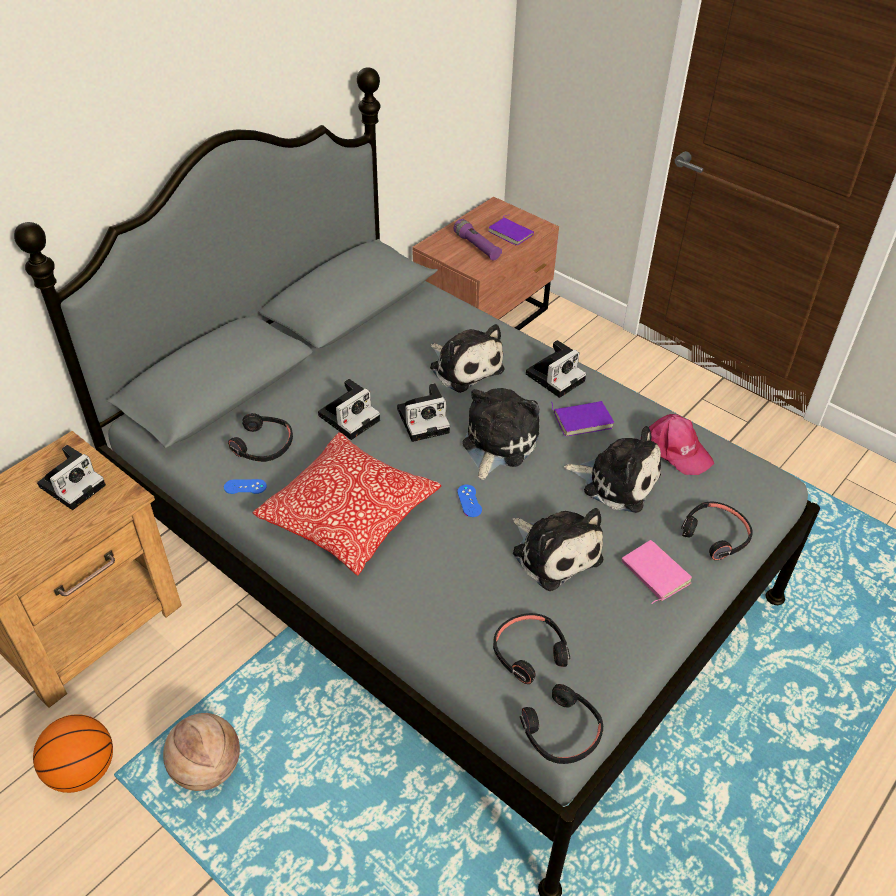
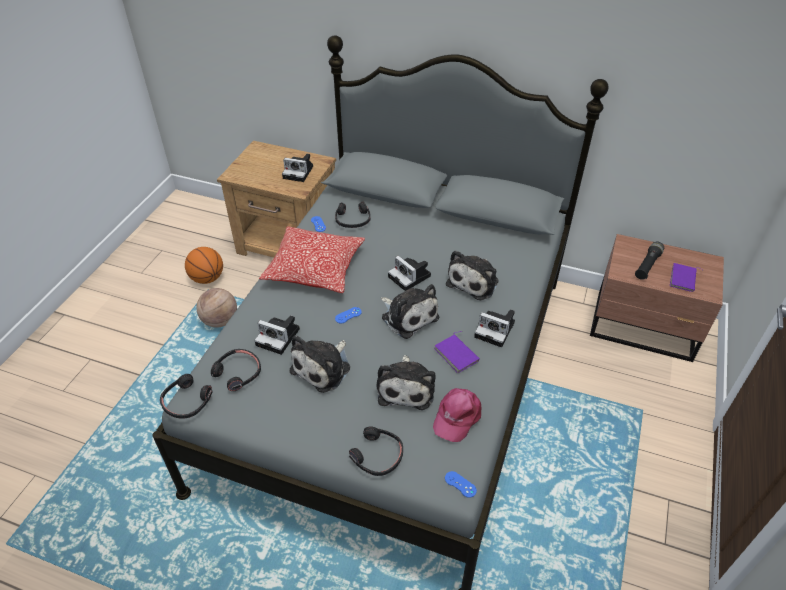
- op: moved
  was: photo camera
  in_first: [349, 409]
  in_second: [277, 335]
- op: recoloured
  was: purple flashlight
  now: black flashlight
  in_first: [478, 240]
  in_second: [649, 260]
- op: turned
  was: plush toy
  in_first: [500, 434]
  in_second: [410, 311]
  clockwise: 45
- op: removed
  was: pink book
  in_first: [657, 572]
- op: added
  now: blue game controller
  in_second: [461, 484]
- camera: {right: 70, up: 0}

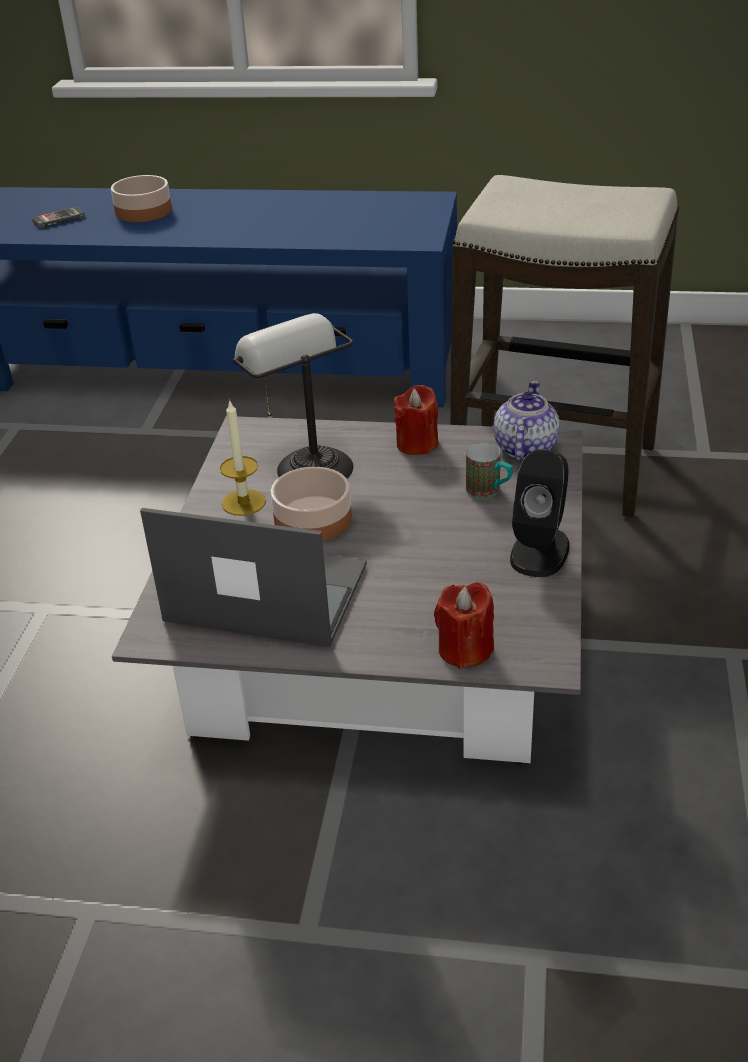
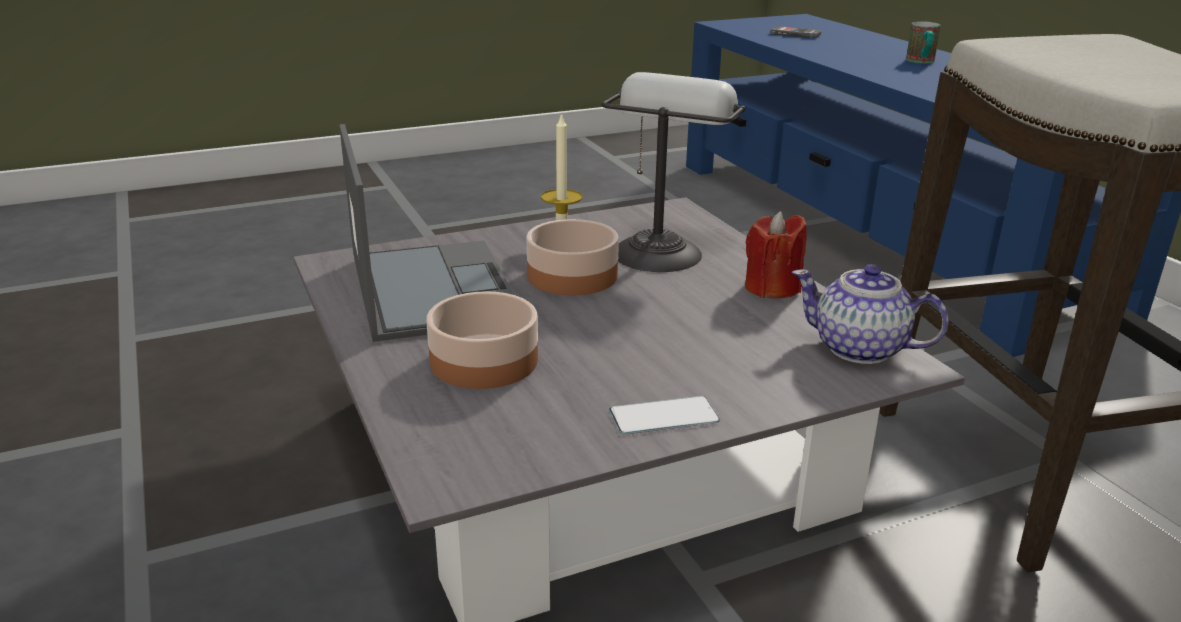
- op: moved
  was: bowl
  in_first: [141, 198]
  in_second: [482, 340]
- op: removed
  was: red candle
  in_first: [464, 625]
- op: moved
  was: mug
  in_first: [489, 470]
  in_second: [923, 42]
- op: turned
  was: teapot
  in_first: [527, 421]
  in_second: [870, 314]
  clockwise: -135
- op: replaced
  was: black speaker
  now: phone
  in_first: [540, 513]
  in_second: [664, 415]
- camera: {right: 55, up: -10}

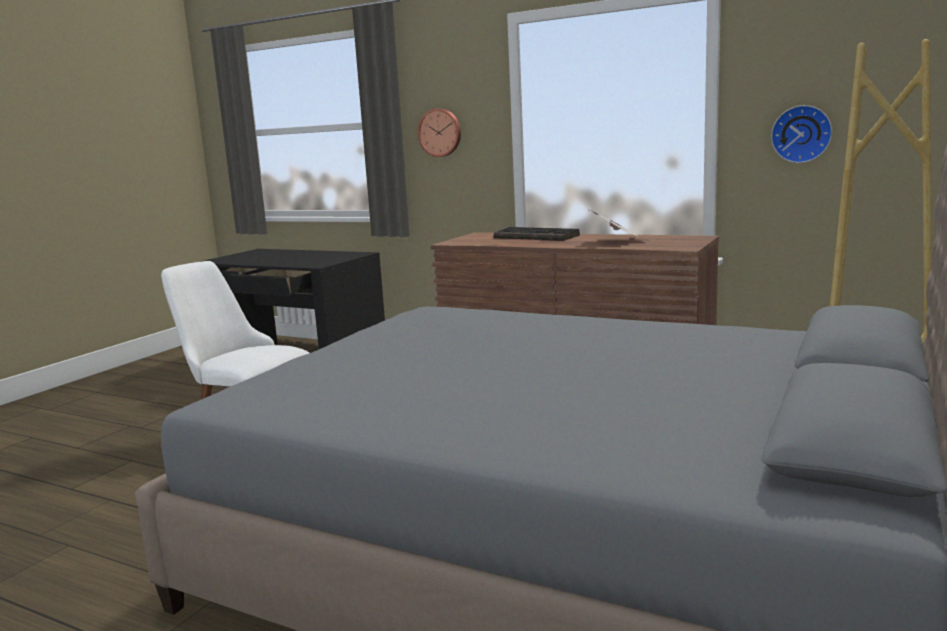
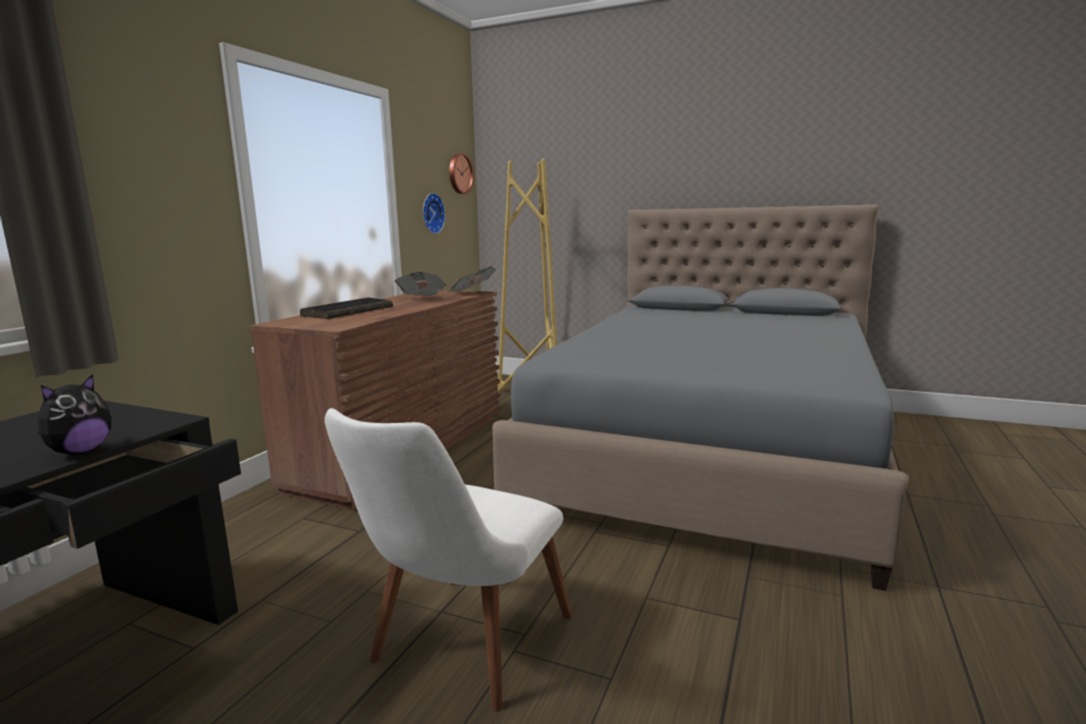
- op: moved
  was: wall clock
  in_first: [439, 133]
  in_second: [461, 173]
- op: added
  now: plush toy
  in_second: [75, 414]
- op: added
  now: newspaper
  in_second: [472, 279]
- camera: {right: -95, up: 0}

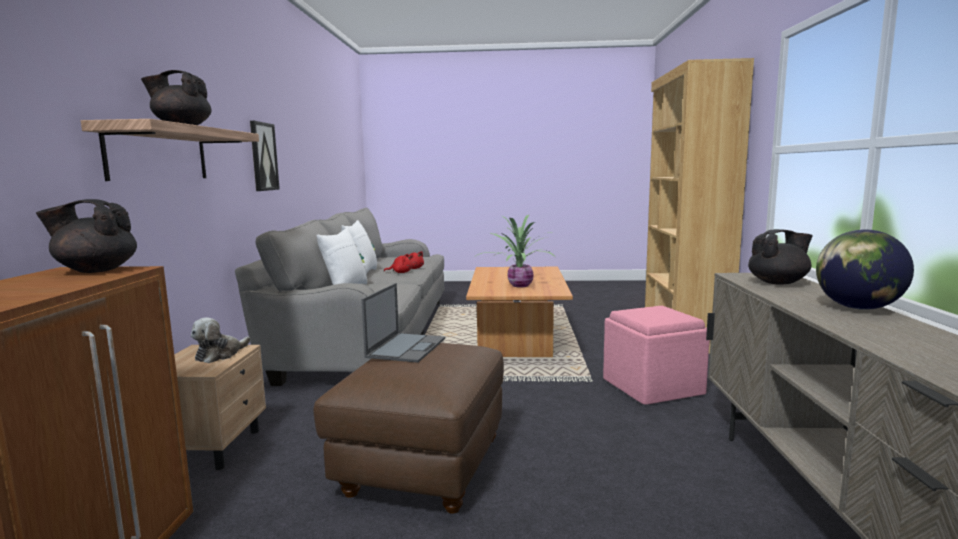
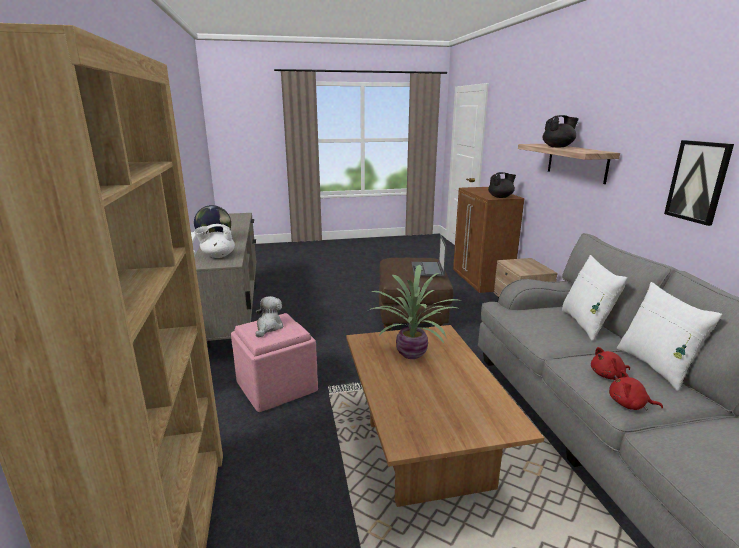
- op: moved
  was: plush toy
  in_first: [220, 340]
  in_second: [269, 317]
- op: recoloured
  was: black teapot
  now: white teapot
  in_first: [780, 257]
  in_second: [214, 241]
- camera: {right: 165, up: 10}

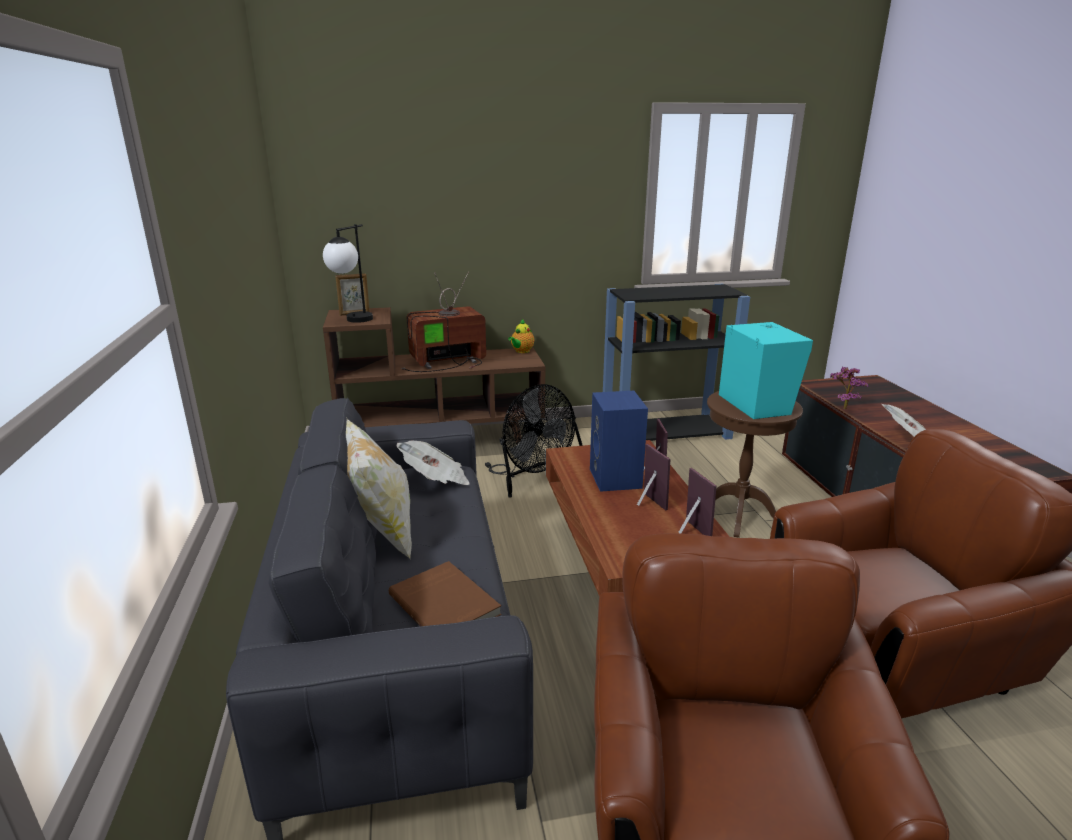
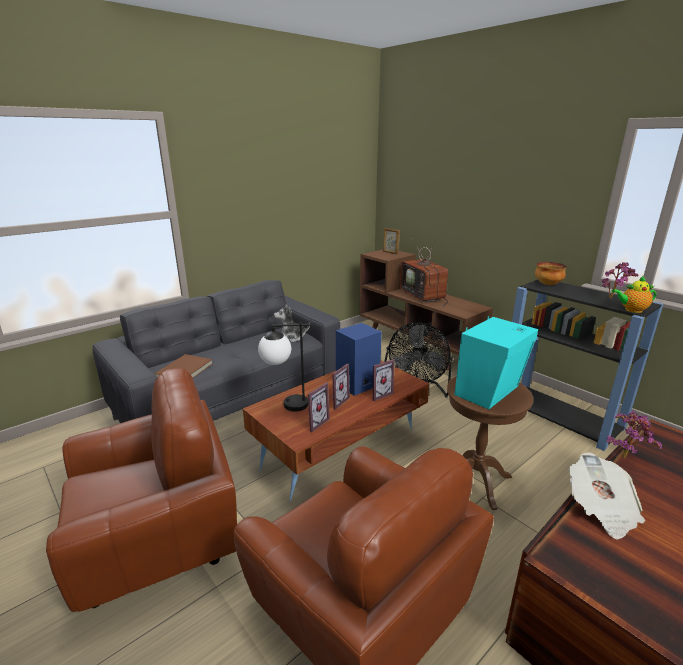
- op: moved
  was: table lamp
  in_first: [348, 273]
  in_second: [284, 367]
- op: removed
  was: pillow
  in_first: [379, 488]
- op: replaced
  was: newspaper
  now: plush toy
  in_first: [433, 463]
  in_second: [292, 323]
- op: turned
  was: television
  in_first: [444, 321]
  in_second: [424, 271]
  clockwise: -150
- op: moved
  was: teapot
  in_first: [521, 336]
  in_second: [634, 294]
- op: added
  now: bowl
  in_second: [551, 273]
- op: added
  now: potted plant
  in_second: [620, 280]
- camera: {right: 60, up: 0}

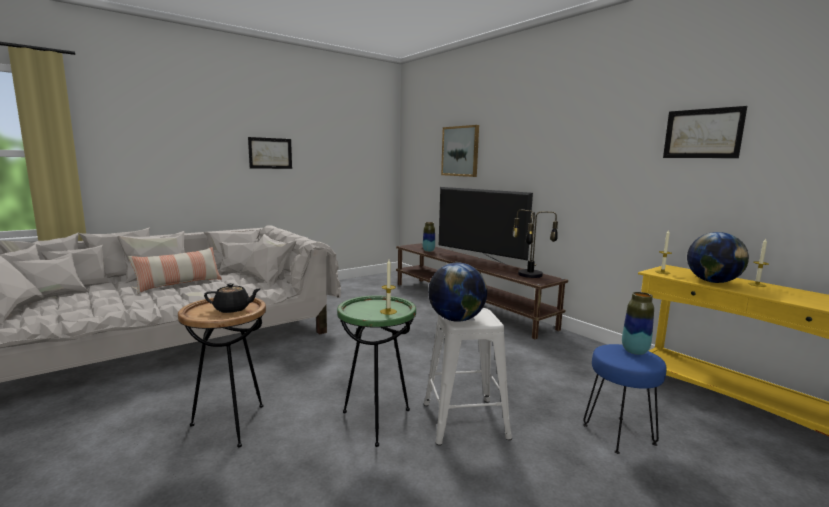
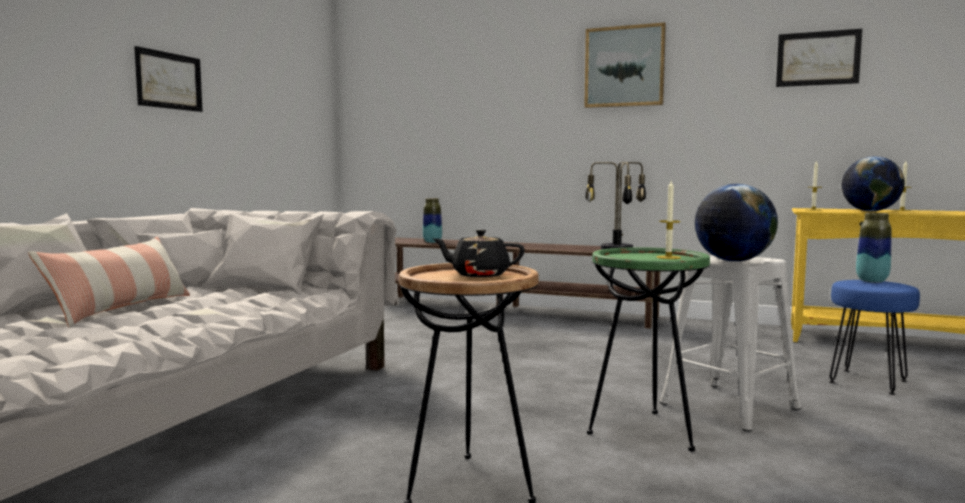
- op: turned
  was: black teapot
  in_first: [232, 298]
  in_second: [478, 253]
  clockwise: -135
- op: removed
  was: television
  in_first: [486, 226]
- op: moved
  was: picture
  in_first: [460, 151]
  in_second: [625, 65]
- camera: {right: -30, up: -5}

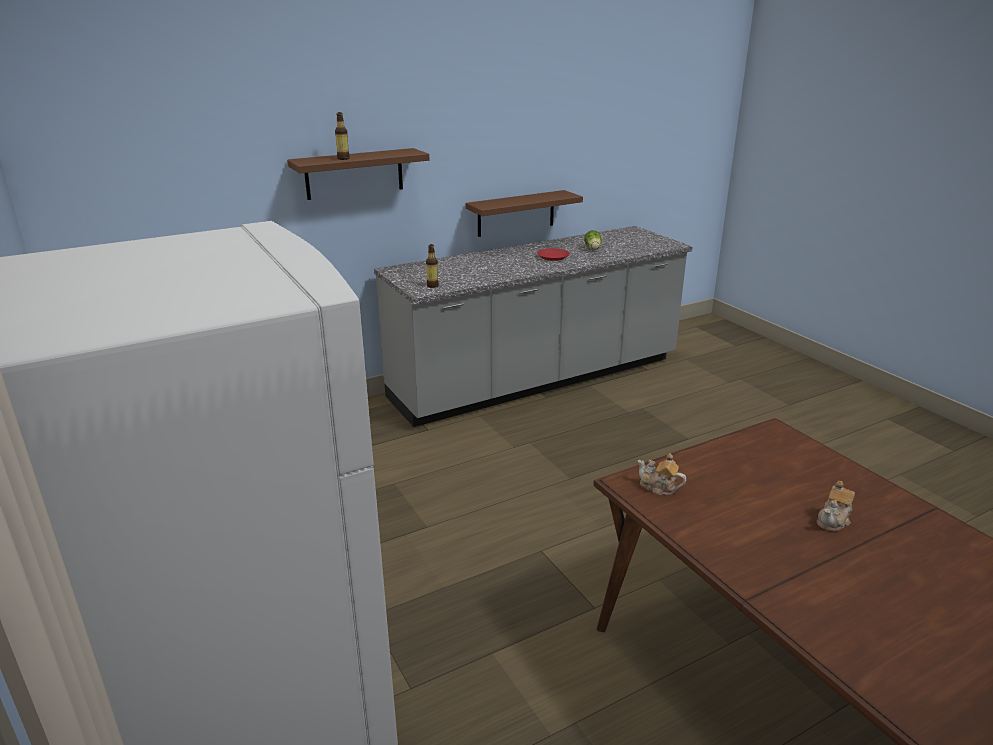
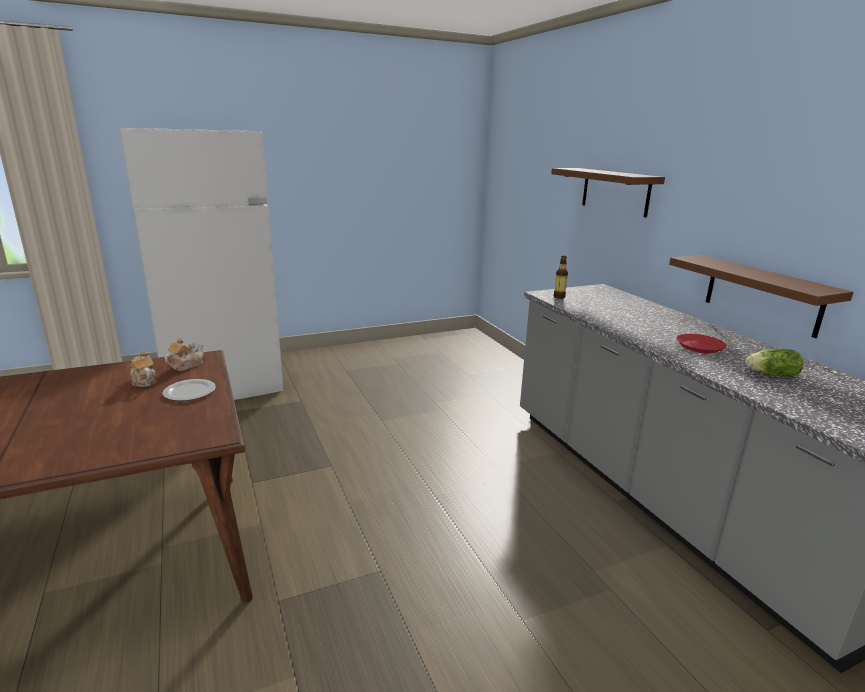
- op: removed
  was: bottle
  in_first: [342, 136]
- op: moved
  was: teapot
  in_first: [836, 506]
  in_second: [143, 369]
- op: added
  now: plate
  in_second: [189, 390]
- camera: {right: 95, up: -5}

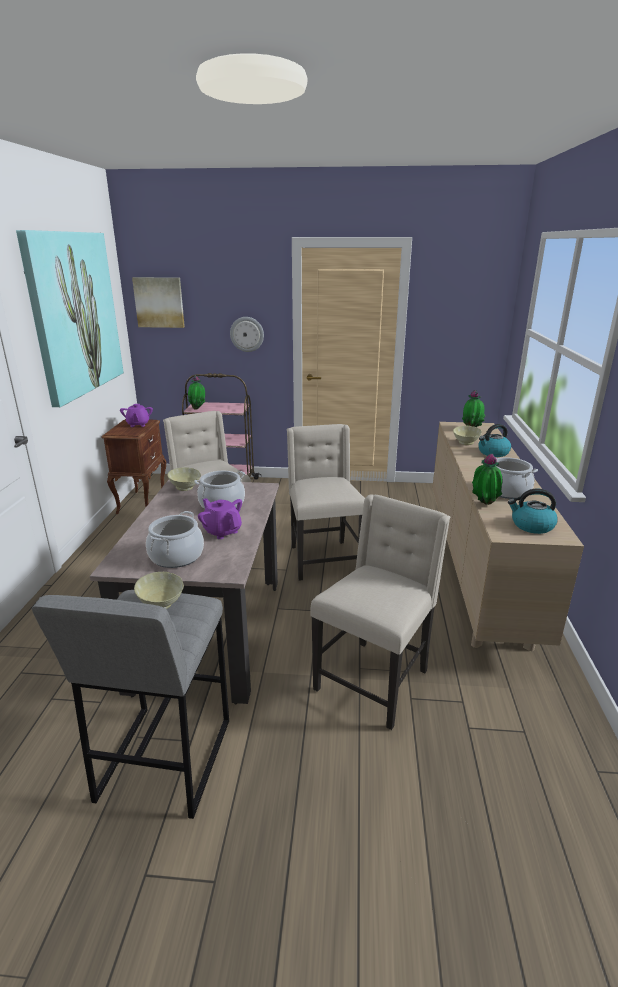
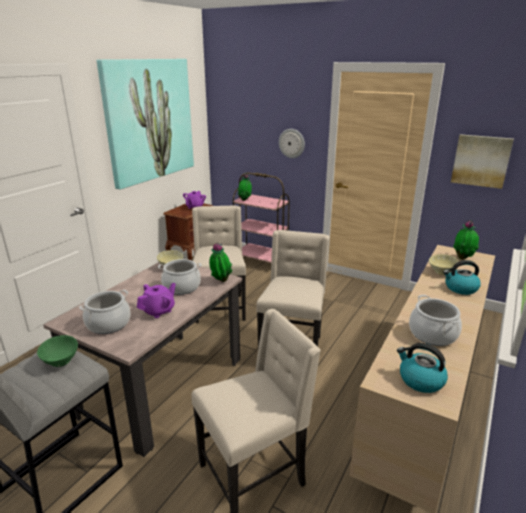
- op: moved
  was: picture
  in_first: [158, 302]
  in_second: [482, 161]
- op: recoloured
  was: beige bowl
  now: green bowl
  in_first: [159, 590]
  in_second: [57, 351]
- op: turned
  was: purple teapot
  in_first: [220, 518]
  in_second: [156, 300]
  clockwise: 60
- op: moved
  was: potted plant
  in_first: [487, 479]
  in_second: [220, 262]
- camera: {right: 25, up: 0}

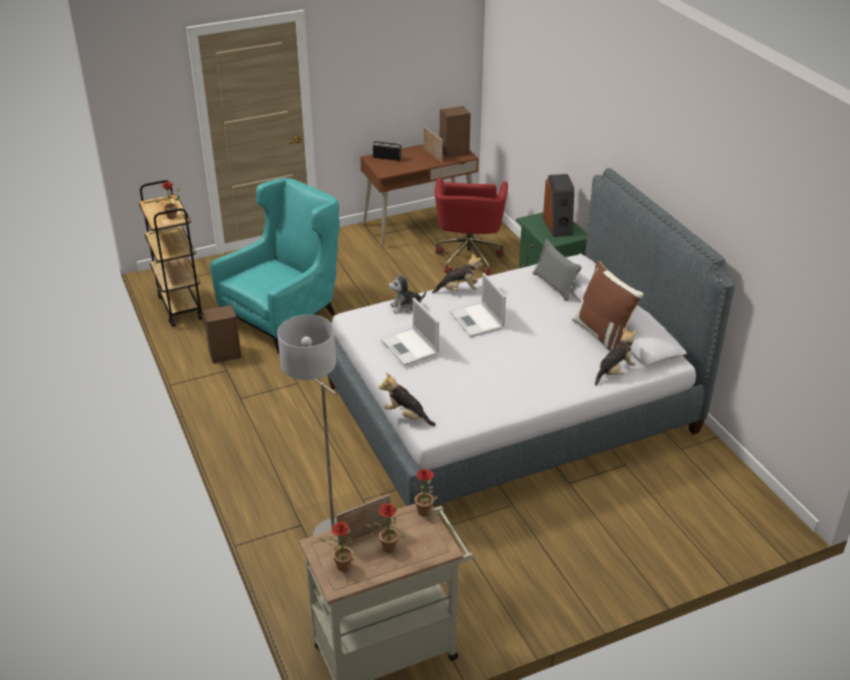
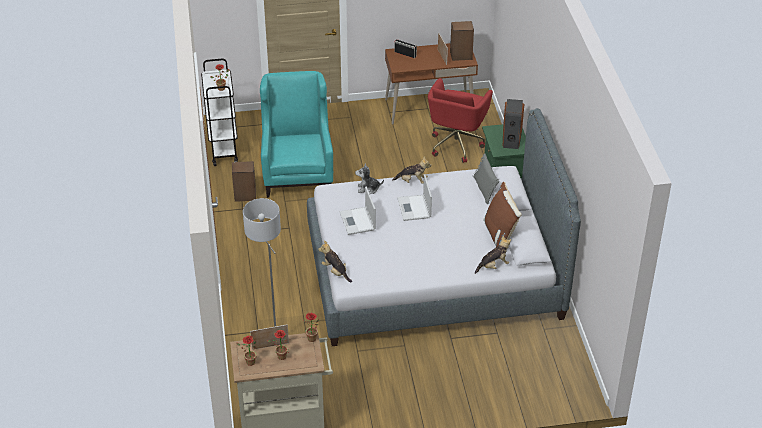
- op: recoloured
  was: brown cart
  now: white cart
  in_first: [170, 253]
  in_second: [219, 112]
- op: turned
  was: turquoise armchair
  in_first: [275, 266]
  in_second: [296, 134]
  clockwise: -60
- camera: {right: 15, up: 5}

